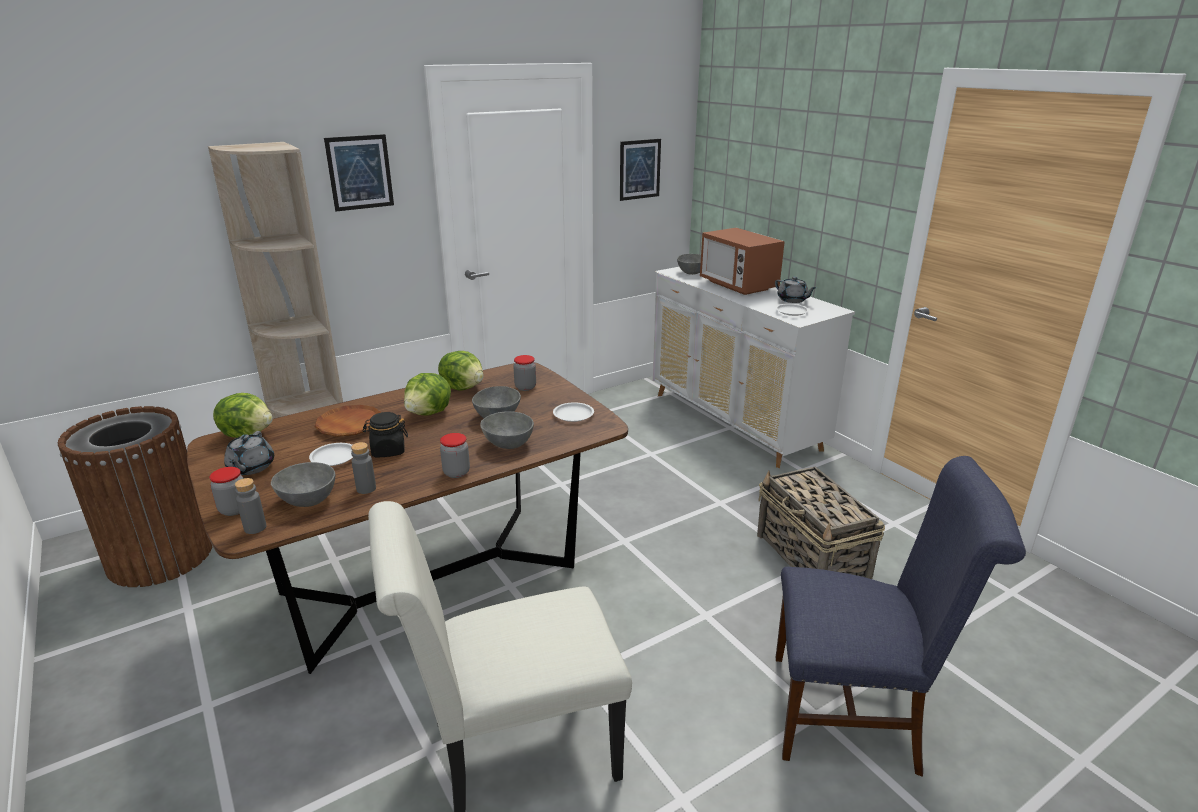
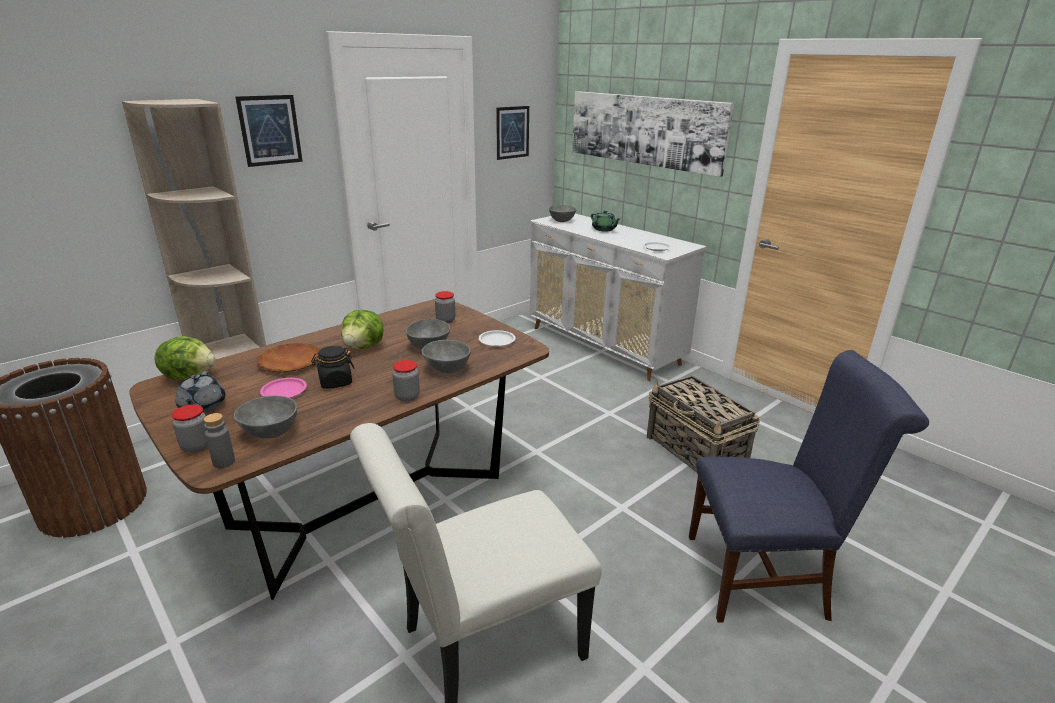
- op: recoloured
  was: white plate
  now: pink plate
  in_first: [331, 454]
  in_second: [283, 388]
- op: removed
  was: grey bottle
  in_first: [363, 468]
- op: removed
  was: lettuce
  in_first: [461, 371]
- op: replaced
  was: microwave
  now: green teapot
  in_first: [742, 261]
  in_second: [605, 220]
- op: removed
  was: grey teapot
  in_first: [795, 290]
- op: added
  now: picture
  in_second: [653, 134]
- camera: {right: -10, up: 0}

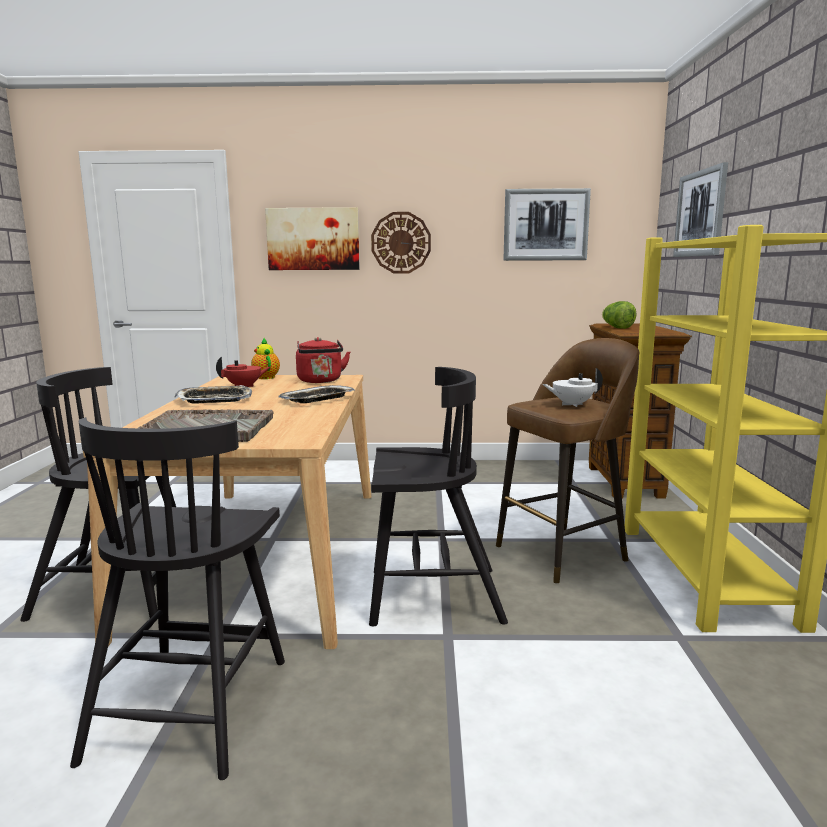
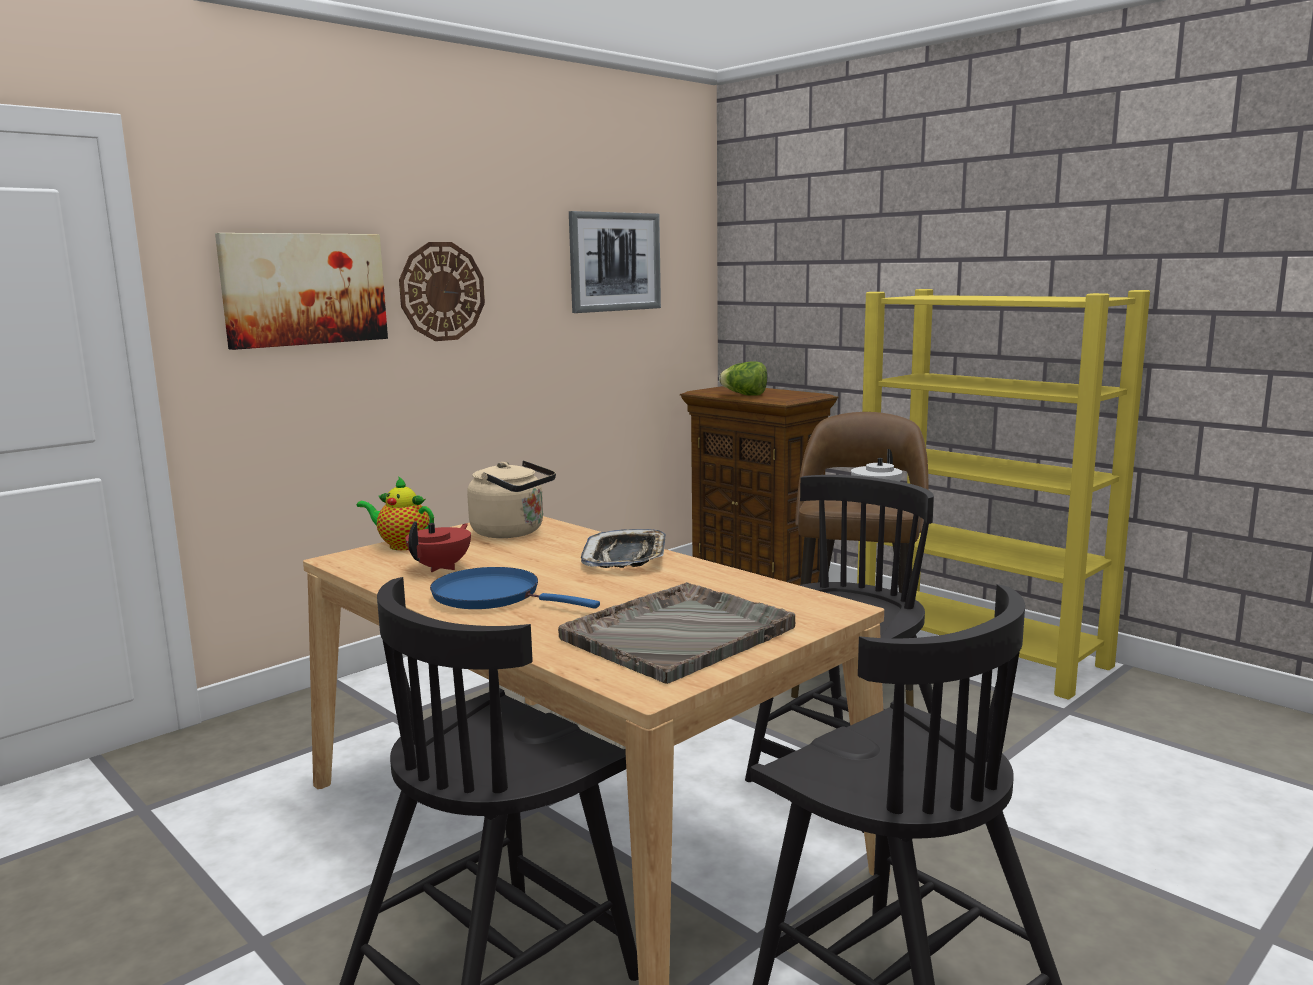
- op: replaced
  was: tray
  now: blue frying pan
  in_first: [213, 394]
  in_second: [515, 588]
- op: recoloured
  was: red kettle
  now: beige kettle
  in_first: [323, 360]
  in_second: [511, 499]
- op: removed
  was: picture
  in_first: [700, 209]
- camera: {right: -45, up: 0}

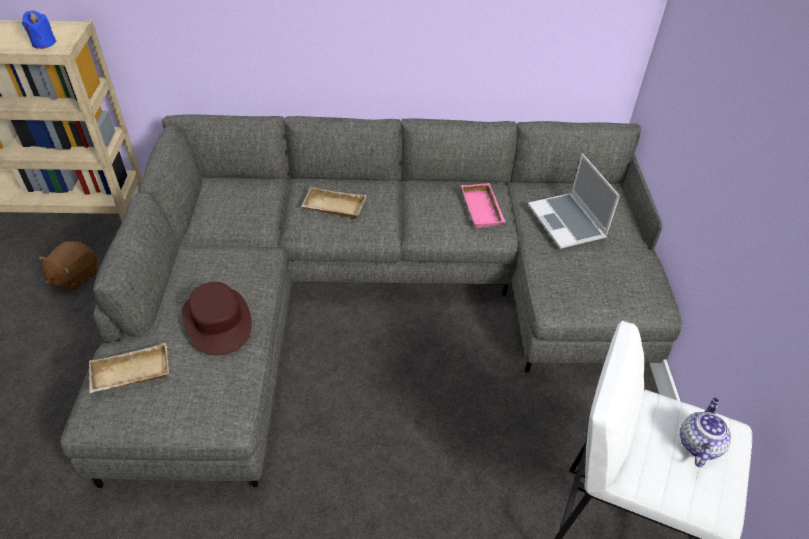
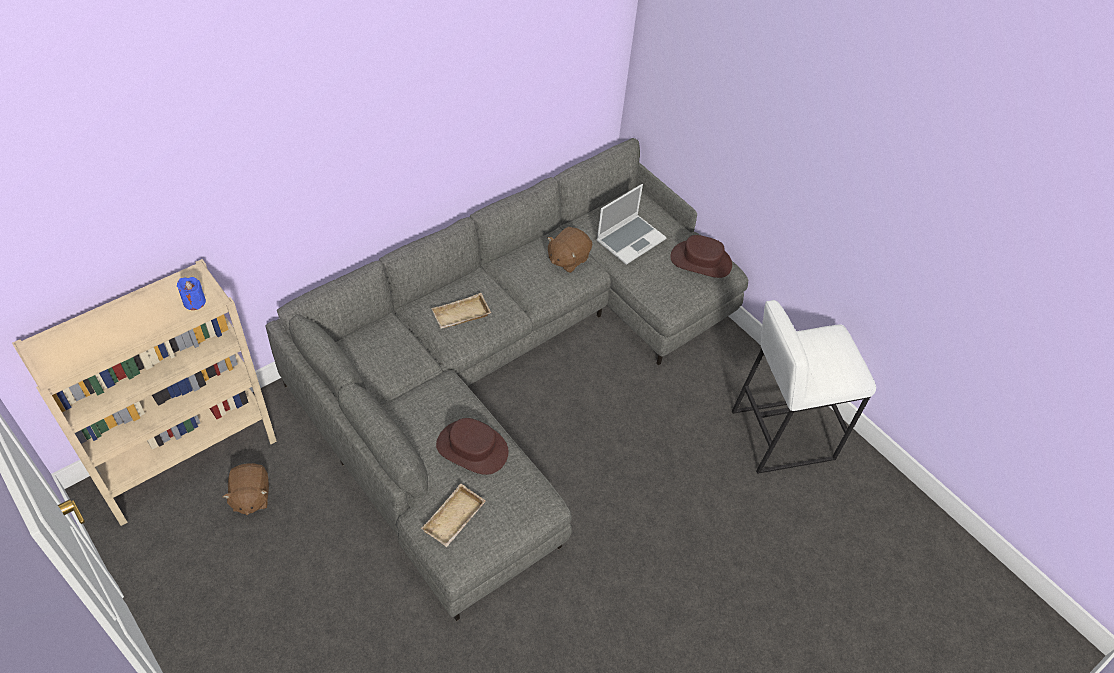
- op: replaced
  was: pink tray
  now: brown plush toy
  in_first: [483, 206]
  in_second: [569, 250]
- op: turned
  was: laptop
  in_first: [574, 201]
  in_second: [632, 224]
  clockwise: -75
- op: removed
  was: teapot
  in_first: [705, 432]
- op: added
  now: brown hat
  in_second: [701, 256]
- camera: {right: -40, up: 5}

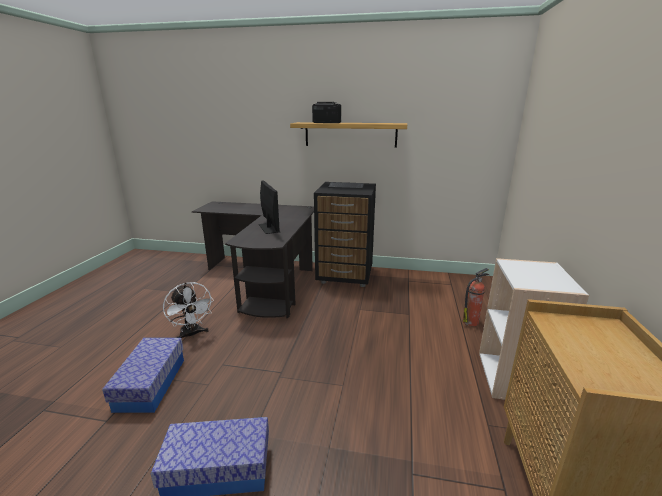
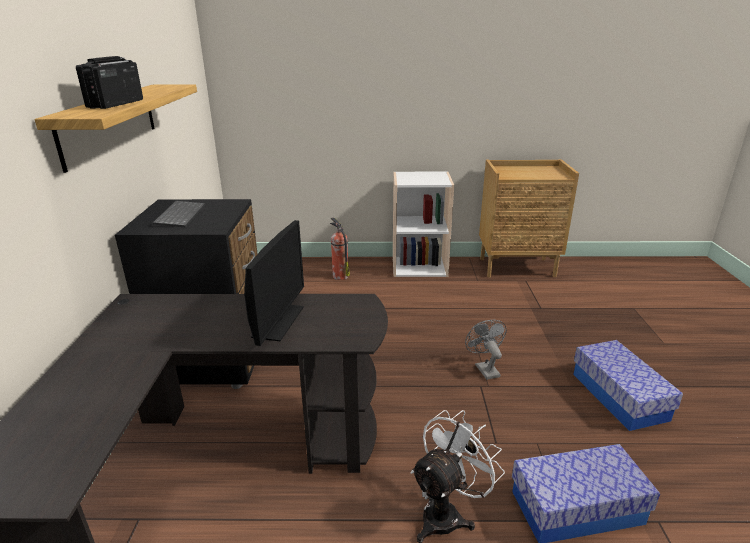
- op: turned
  was: monitor
  in_first: [269, 207]
  in_second: [274, 283]
  clockwise: 135
- op: added
  now: grey fan
  in_second: [486, 350]
- camera: {right: -100, up: 5}

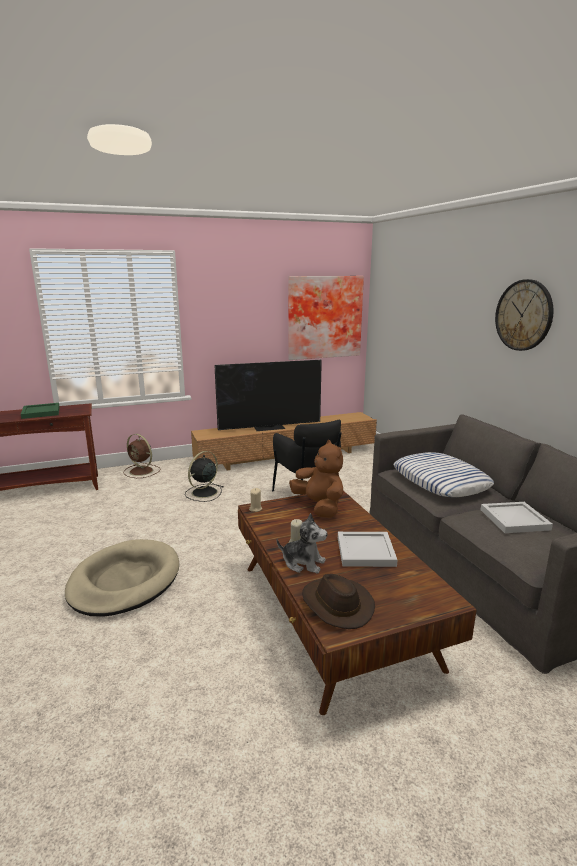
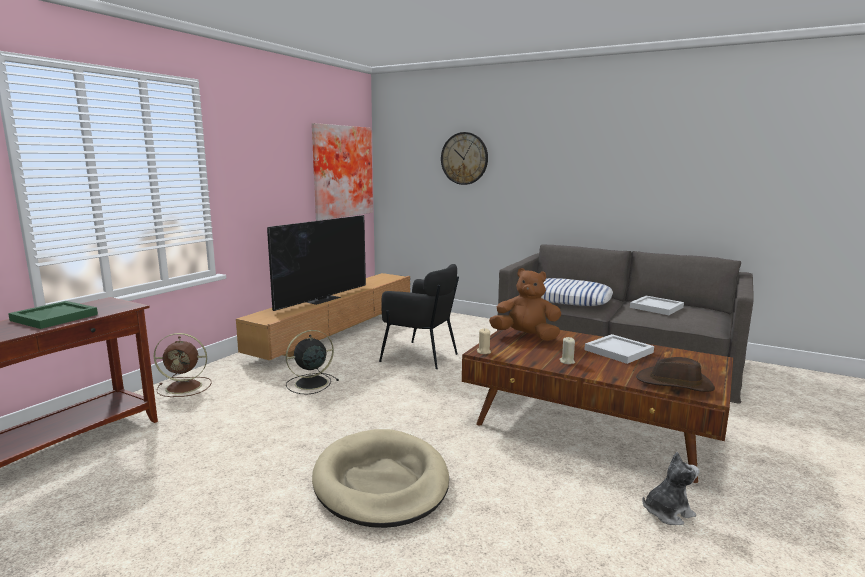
- op: turned
  was: black fan
  in_first: [204, 476]
  in_second: [312, 362]
  clockwise: 60
- op: moved
  was: plush toy
  in_first: [302, 543]
  in_second: [670, 488]
- op: moved
  was: wall clock
  in_first: [524, 315]
  in_second: [464, 158]
- camera: {right: -40, up: -5}

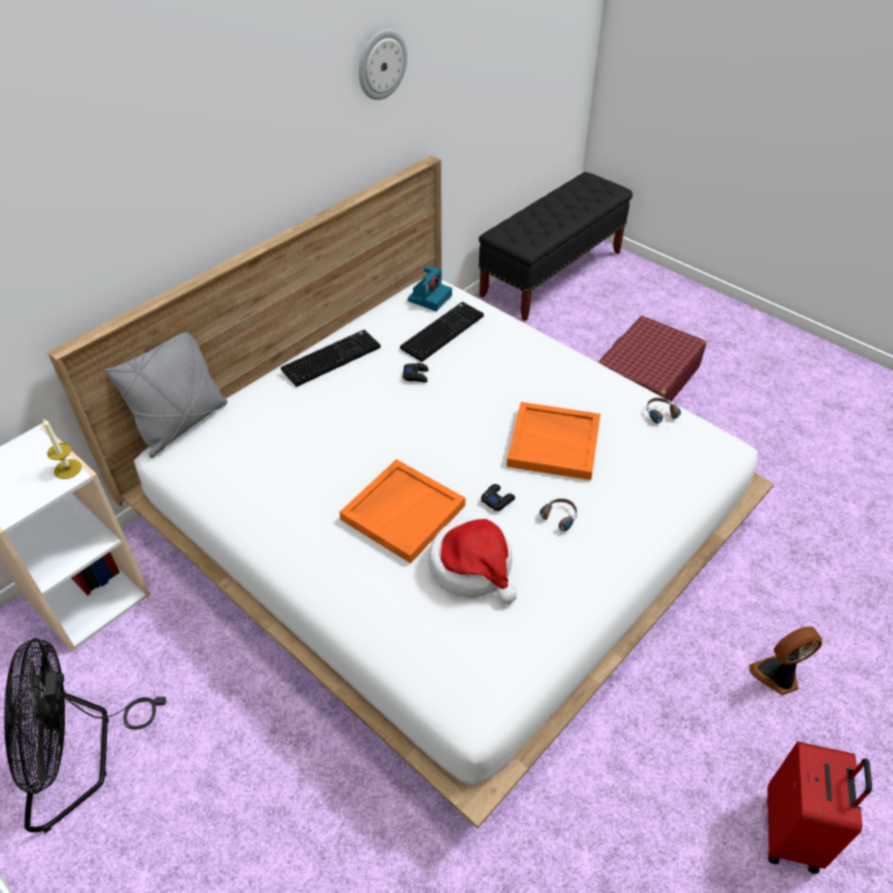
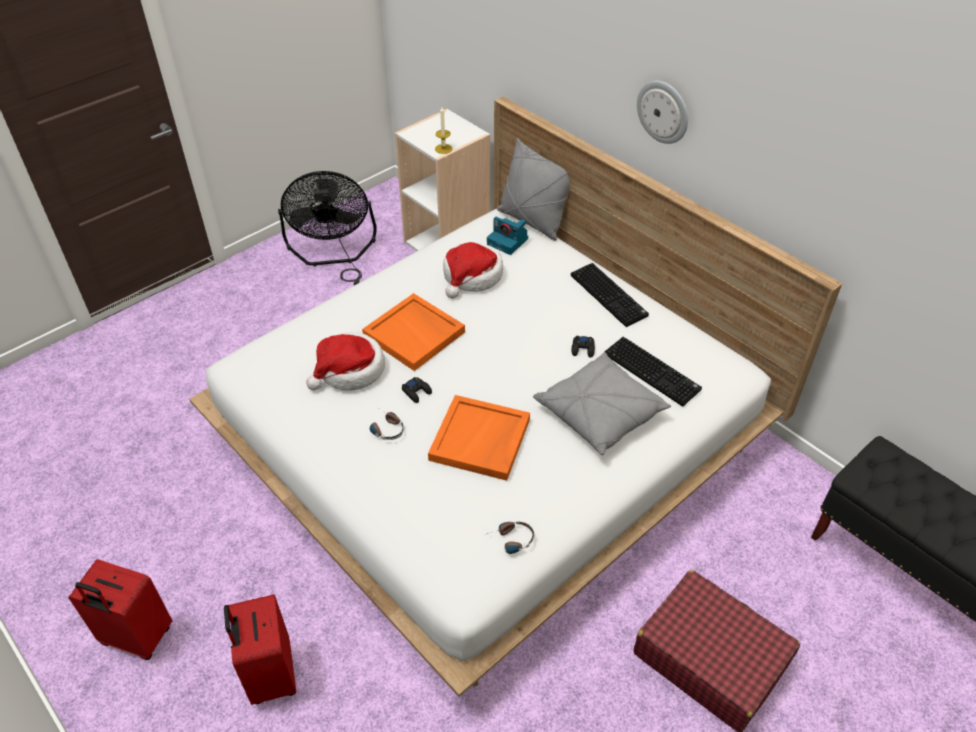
- op: moved
  was: wall clock
  in_first: [383, 64]
  in_second: [662, 112]
- op: moved
  was: photo camera
  in_first: [430, 288]
  in_second: [507, 236]
- op: replaced
  was: fan
  now: red suitcase
  in_first: [785, 660]
  in_second: [260, 649]
- op: added
  now: hat
  in_second: [473, 270]
- op: added
  now: grey pillow
  in_second: [602, 403]
- camera: {right: 95, up: 0}

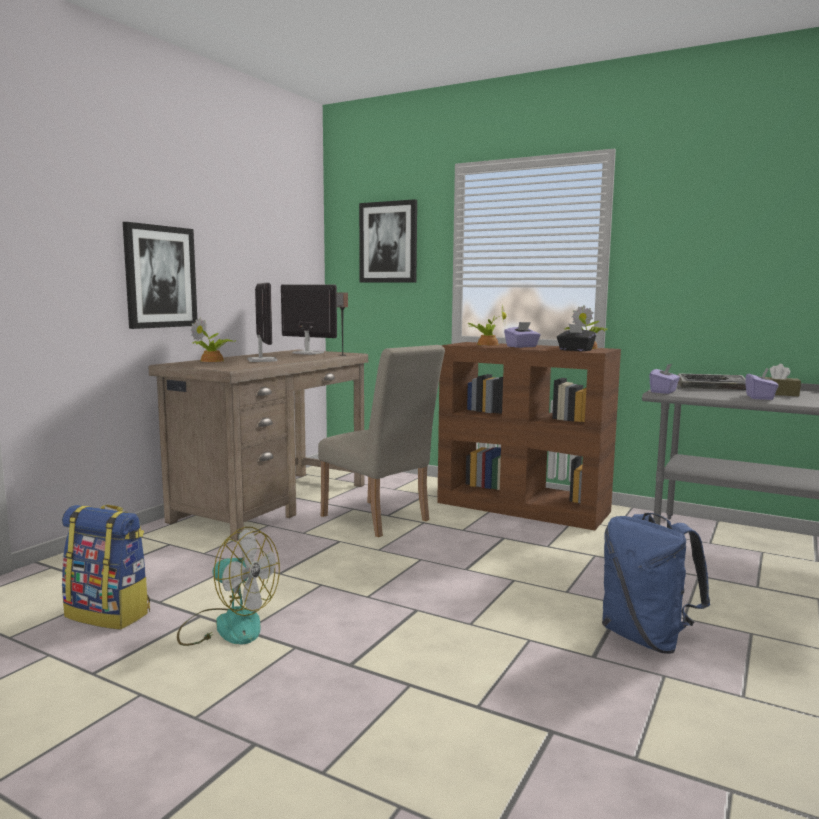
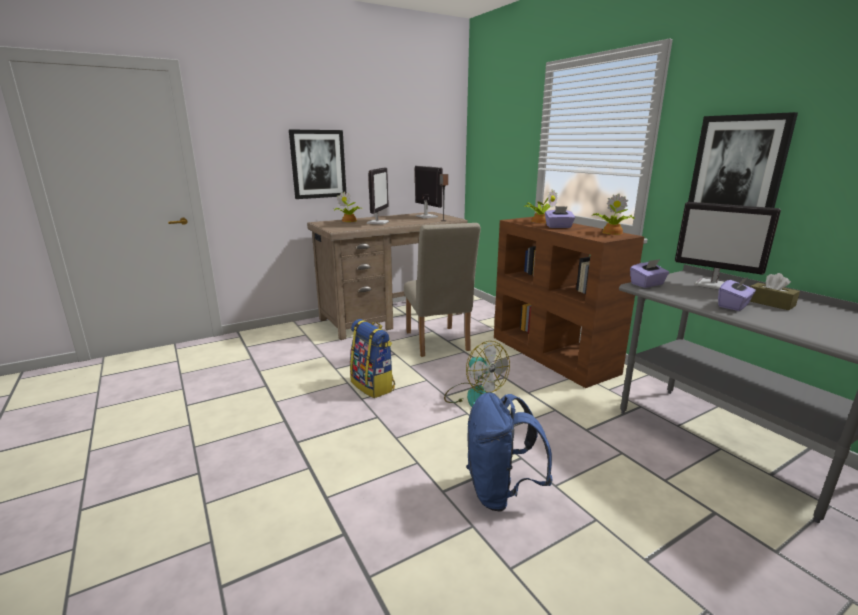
- op: moved
  was: backpack
  in_first: [106, 567]
  in_second: [372, 358]
- op: moved
  was: fan
  in_first: [228, 586]
  in_second: [477, 374]
- op: moved
  was: picture
  in_first: [388, 241]
  in_second: [743, 160]
- op: removed
  was: black tissue box
  in_first: [576, 337]
- op: replaced
  was: keyboard
  now: monitor
  in_first: [712, 381]
  in_second: [728, 246]
- camera: {right: 30, up: 10}

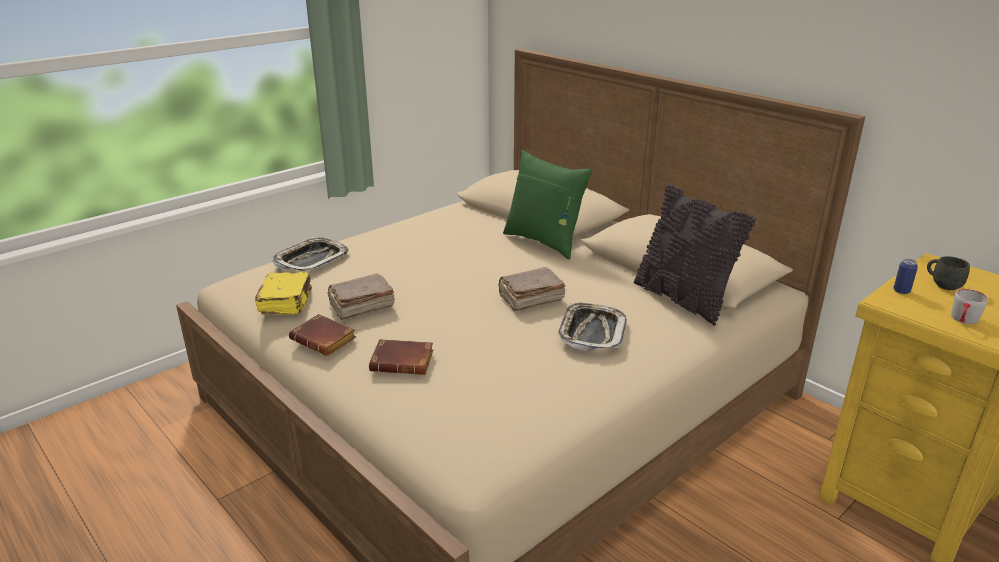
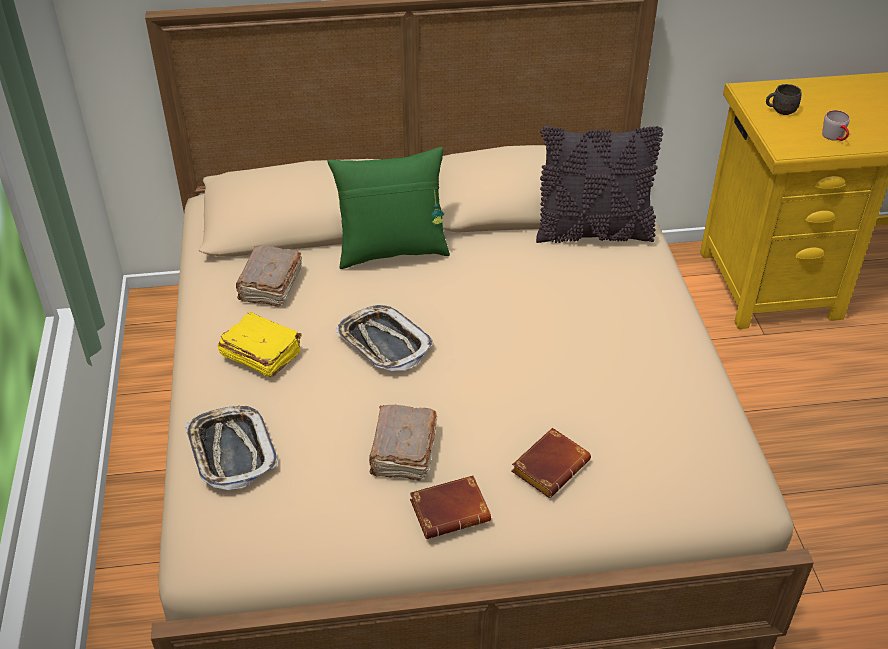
- op: moved
  was: yellow book
  in_first: [283, 293]
  in_second: [260, 344]
- op: moved
  was: brown book
  in_first: [531, 289]
  in_second: [269, 276]
- op: moved
  was: tray
  in_first: [592, 327]
  in_second: [384, 338]
- op: removed
  was: can
  in_first: [905, 276]
- camera: {right: -55, up: 15}

